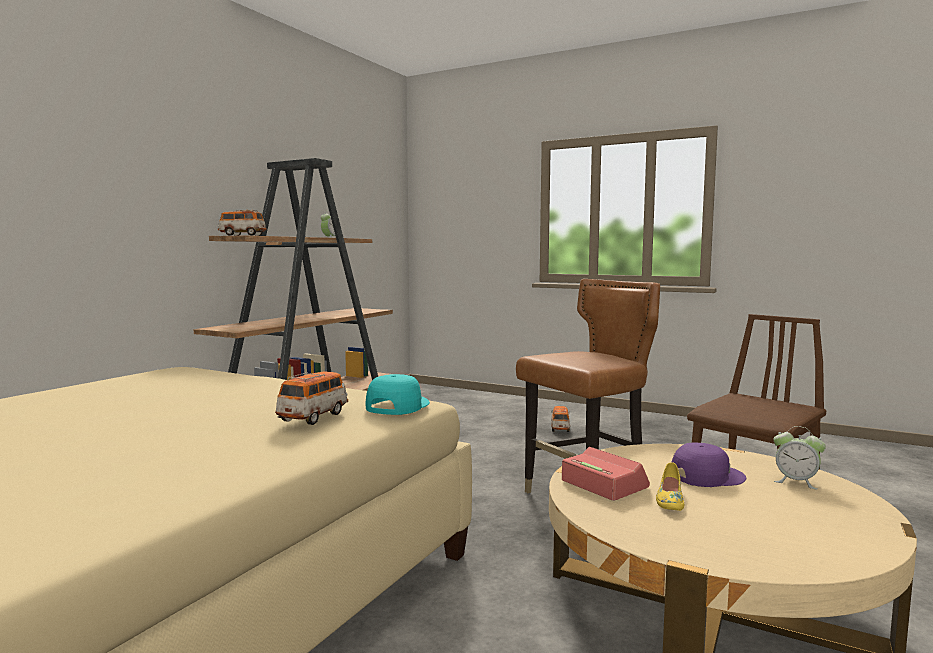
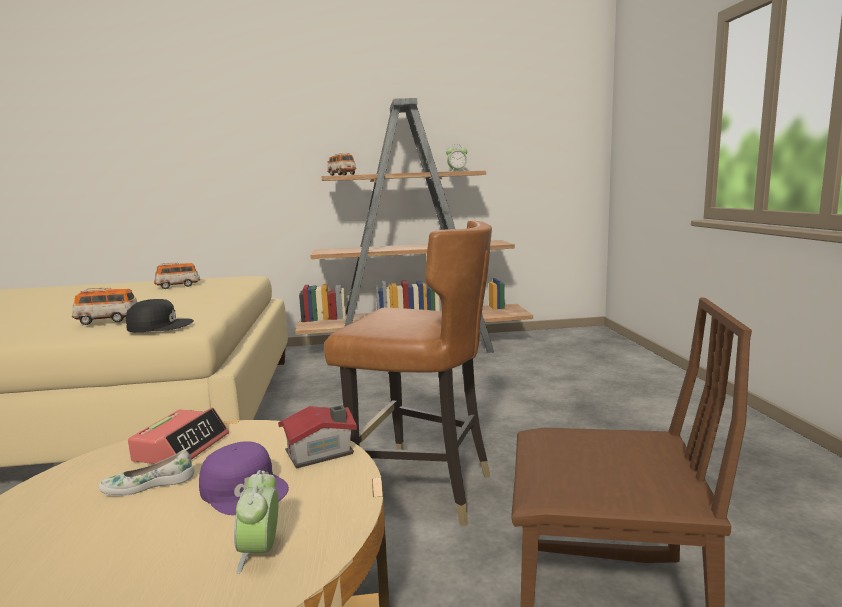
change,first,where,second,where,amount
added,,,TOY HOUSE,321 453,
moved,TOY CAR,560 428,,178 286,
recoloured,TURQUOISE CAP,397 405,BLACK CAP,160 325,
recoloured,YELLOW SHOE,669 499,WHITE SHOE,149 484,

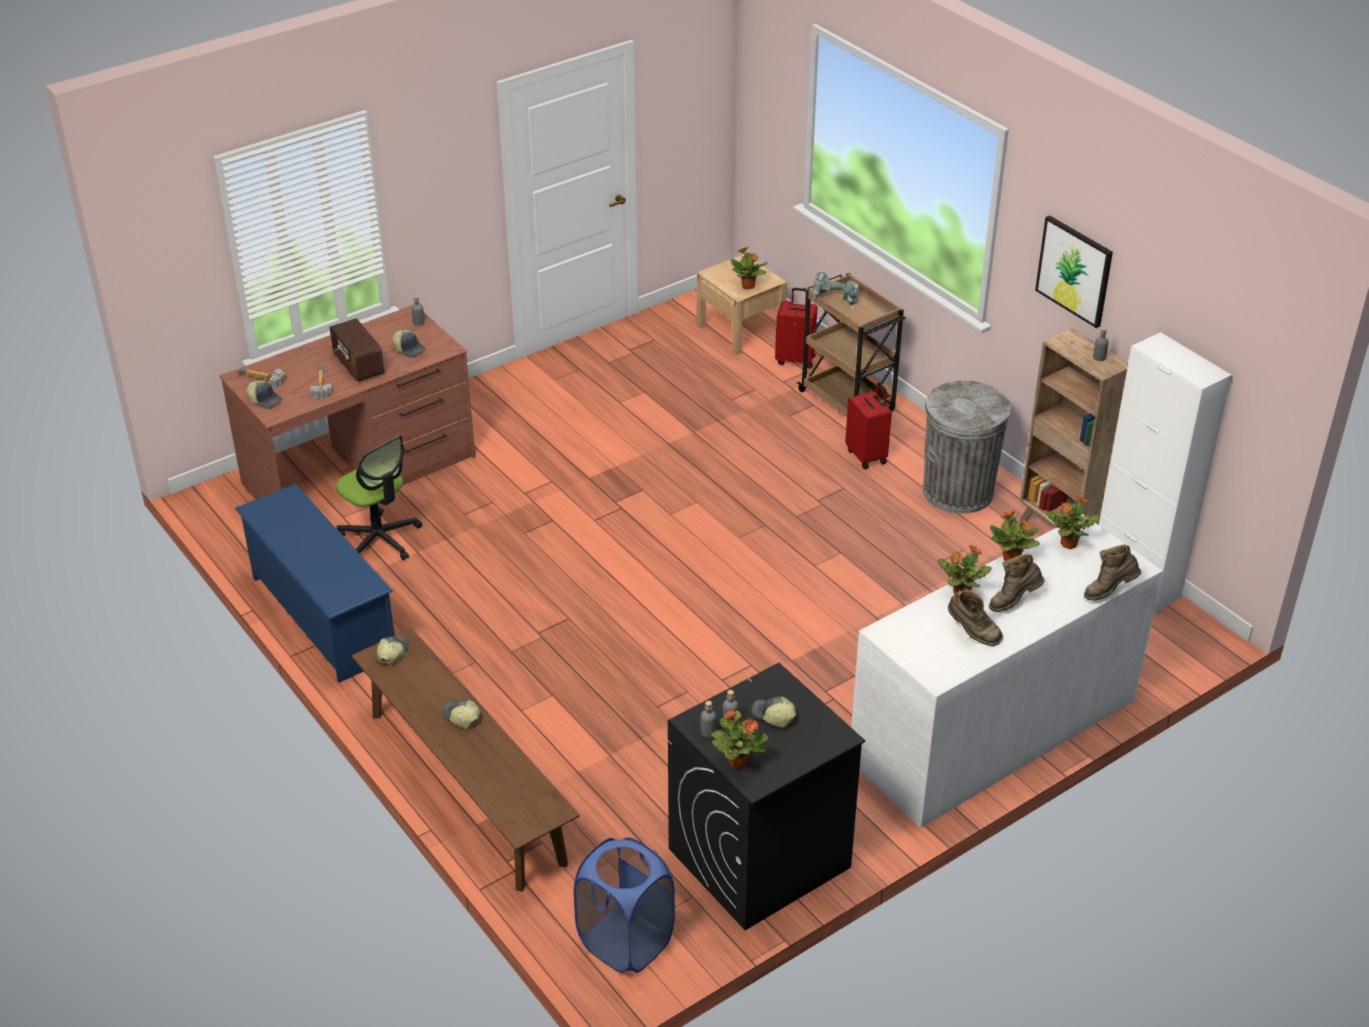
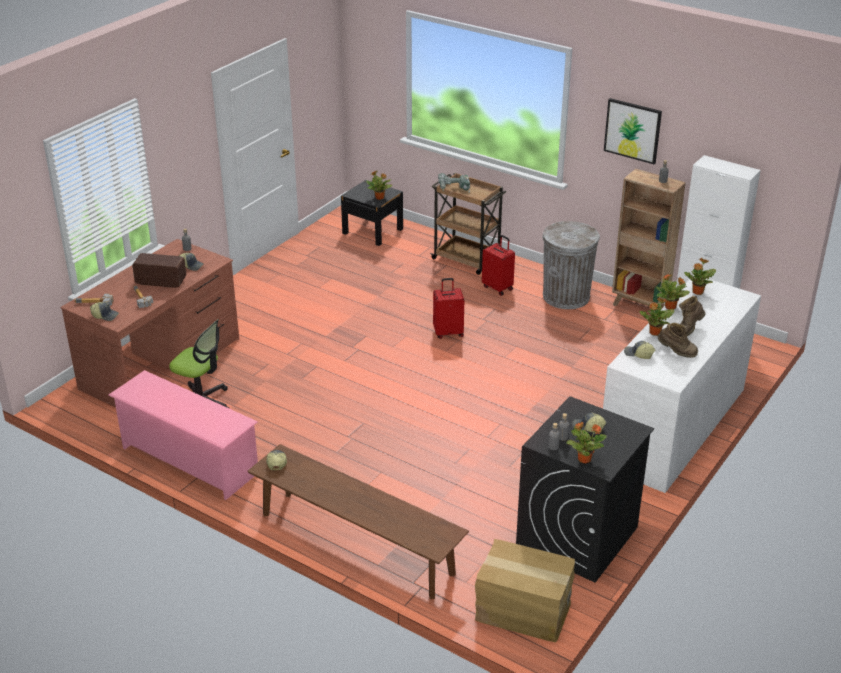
change,first,where,second,where,amount
removed,BROWN BOOT,1109 591,,,
moved,CAP,461 717,,638 354,
moved,RED SUITCASE,795 359,,448 332,
replaced,BLUE LAUNDRY BASKET,625 942,CARDBOARD BOX,522 611,
recoloured,BLUE SHOE RACK,322 617,PINK SHOE RACK,189 461,
recoloured,BEIGE NIGHTSTAND,740 330,BLACK NIGHTSTAND,372 231,
turned,RADIO,359 365,,161 281,150 degrees clockwise

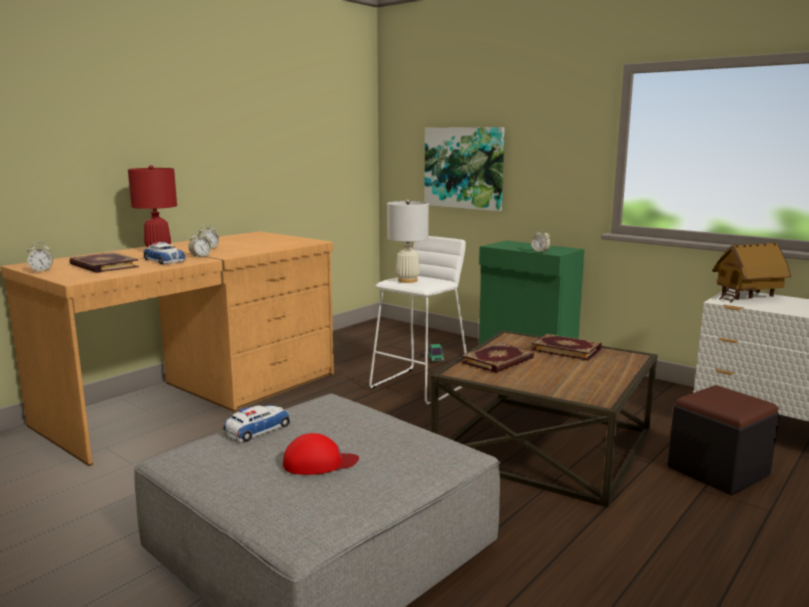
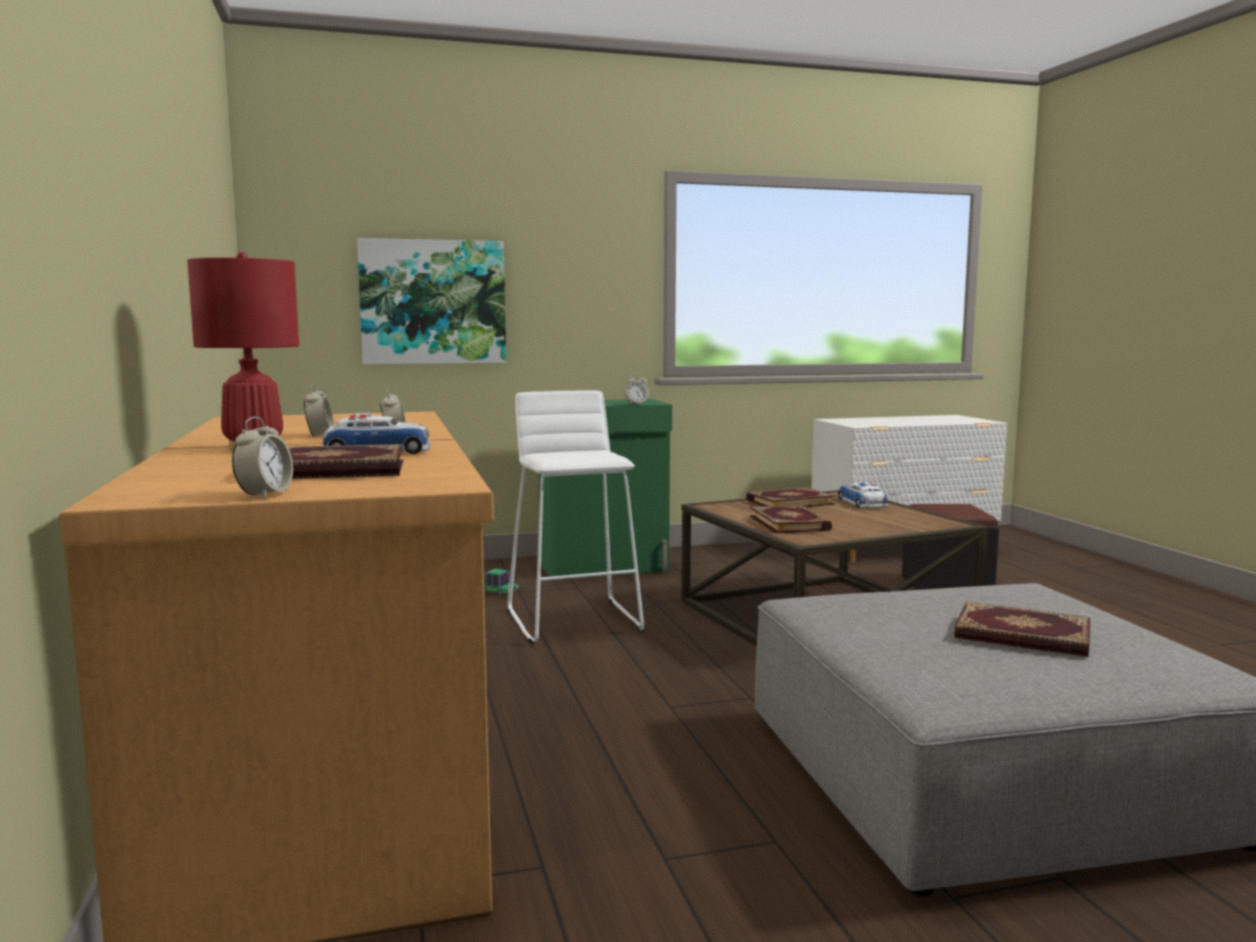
change,first,where,second,where,amount
removed,WHITE TABLE LAMP,407 280,,,
removed,TOY HOUSE,747 297,,,
moved,TOY CAR,257 429,,862 503,
replaced,RED CAP,319 463,BOOK,1022 636,

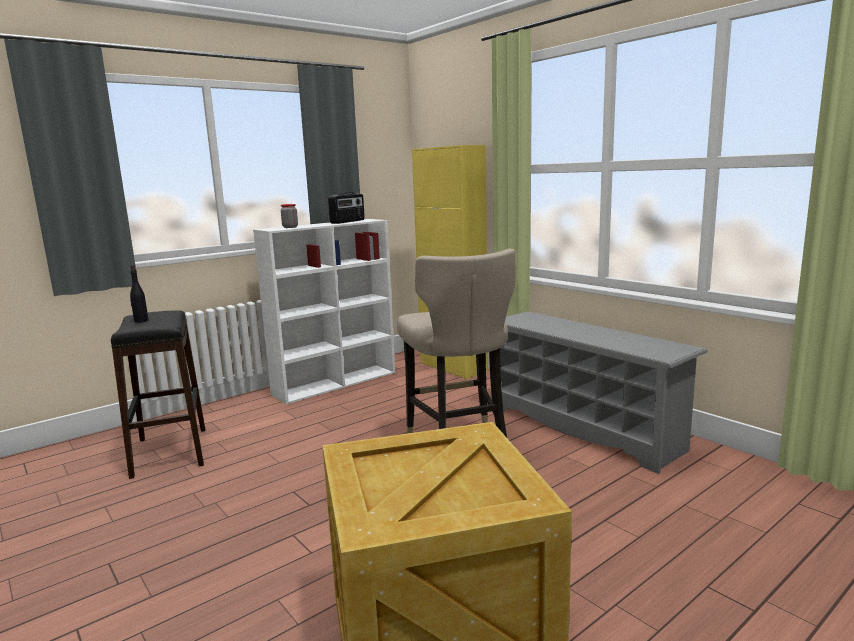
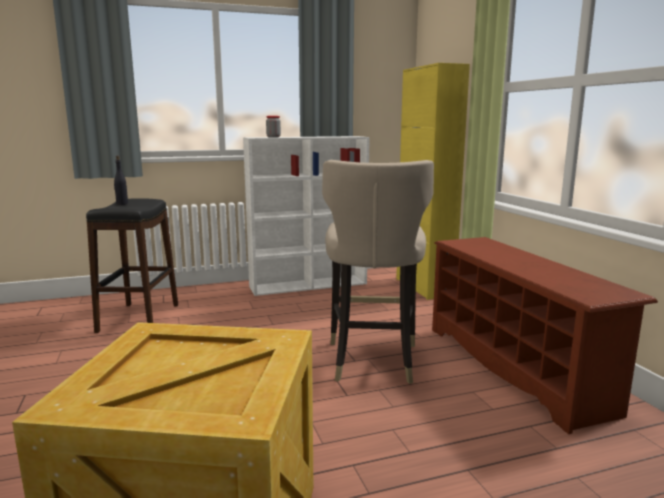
change,first,where,second,where,amount
removed,RADIO,348 221,,,
recoloured,GREY SHOE RACK,584 427,BROWN SHOE RACK,516 367,

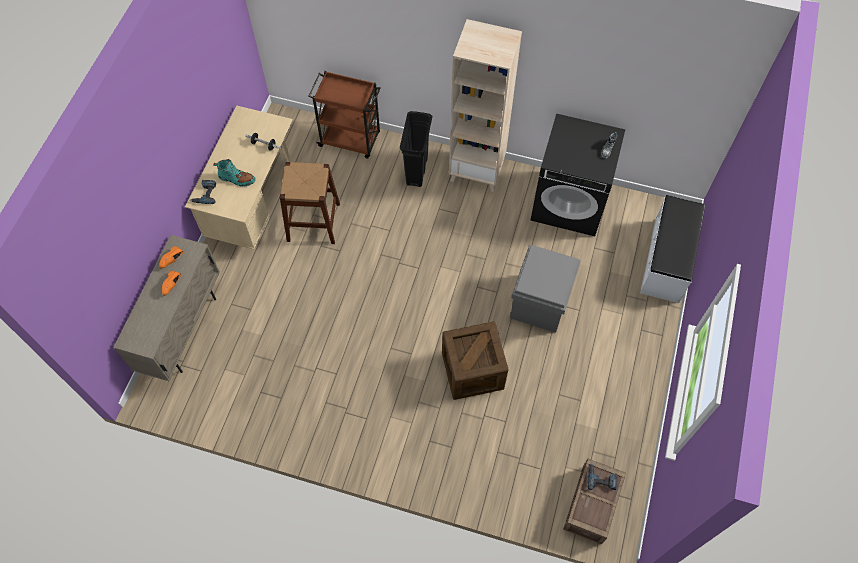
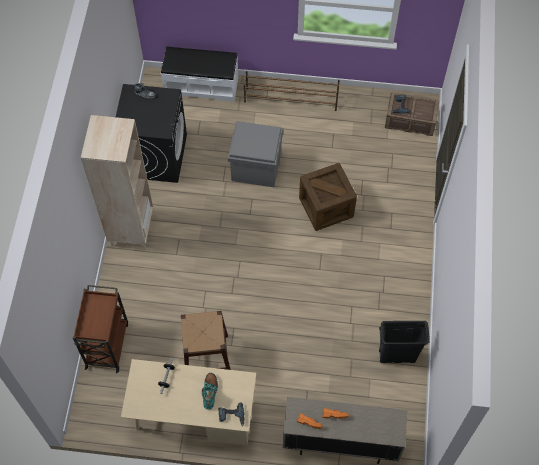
change,first,where,second,where,amount
added,,,BROWN SHOE RACK,291 99,
moved,BLACK TRASH CAN,417 171,,397 356,

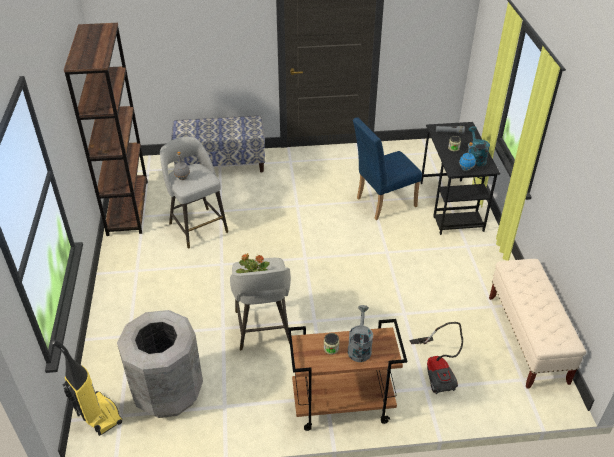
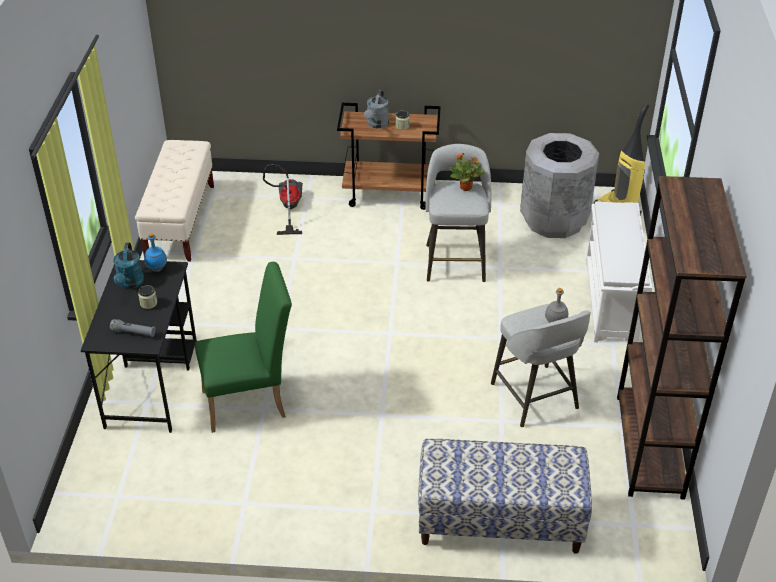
change,first,where,second,where,amount
added,,,WHITE SHOE RACK,611 301,
recoloured,BLUE CHAIR,382 203,GREEN CHAIR,251 402,

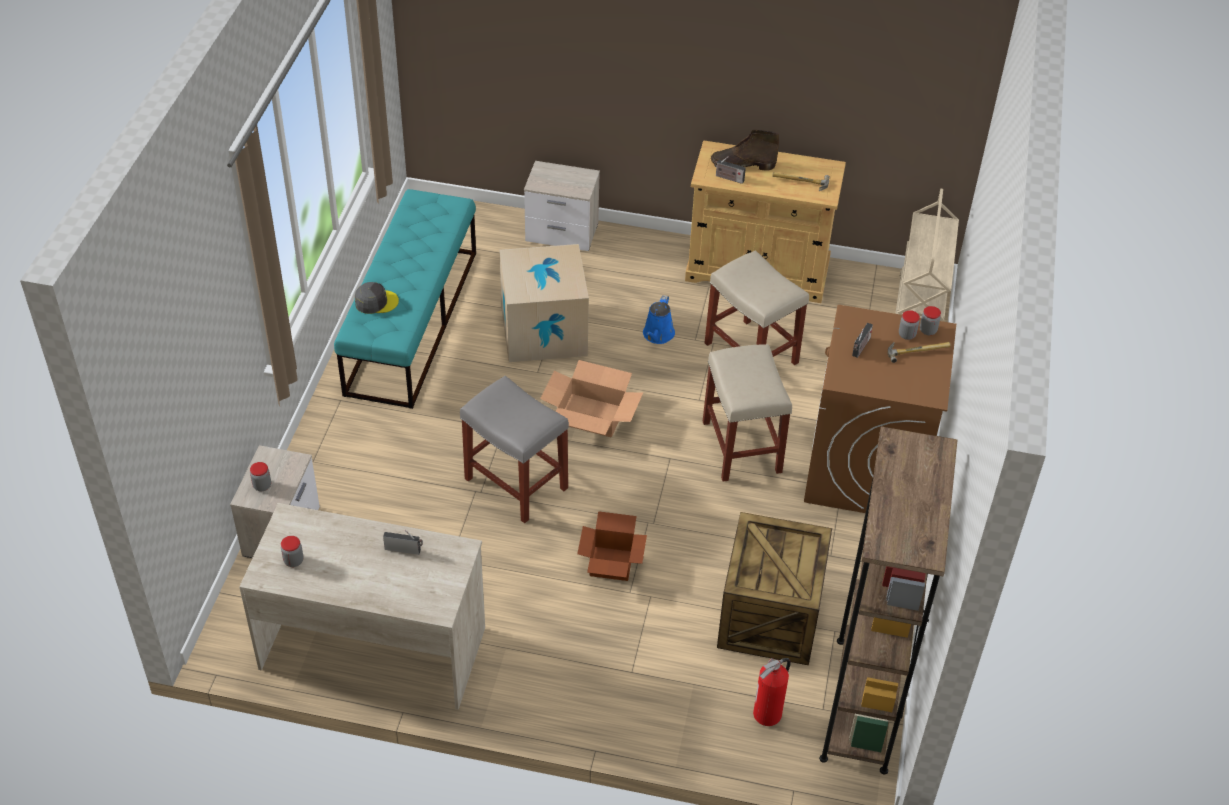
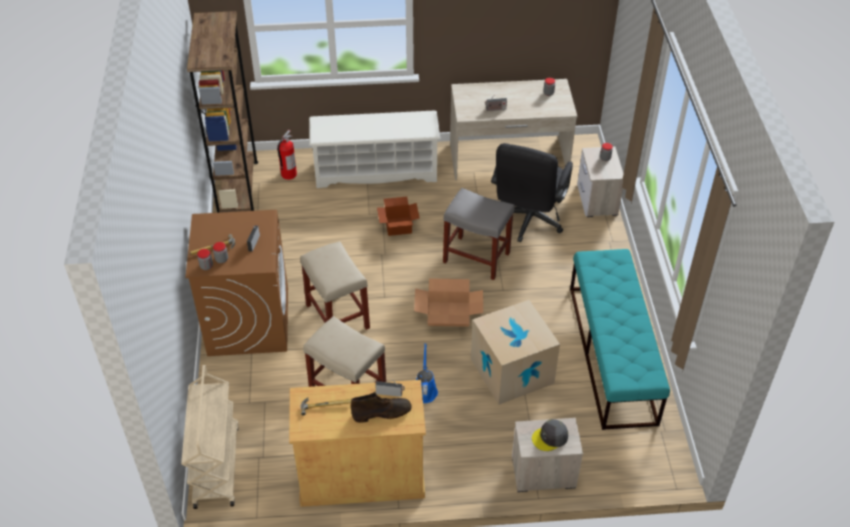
change,first,where,second,where,amount
removed,CRATE,771 616,,,
added,,,WHITE SHOE RACK,376 171,
added,,,BLACK OFFICE CHAIR,527 221,
moved,GREY CAP,376 302,,550 437,

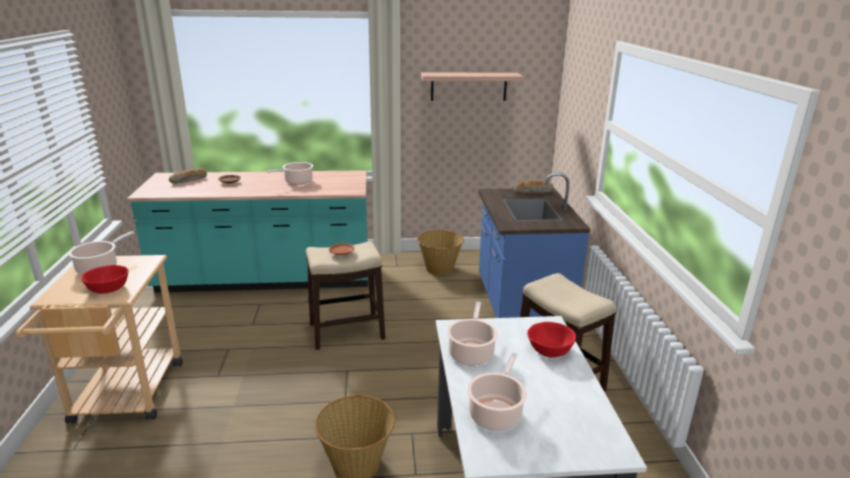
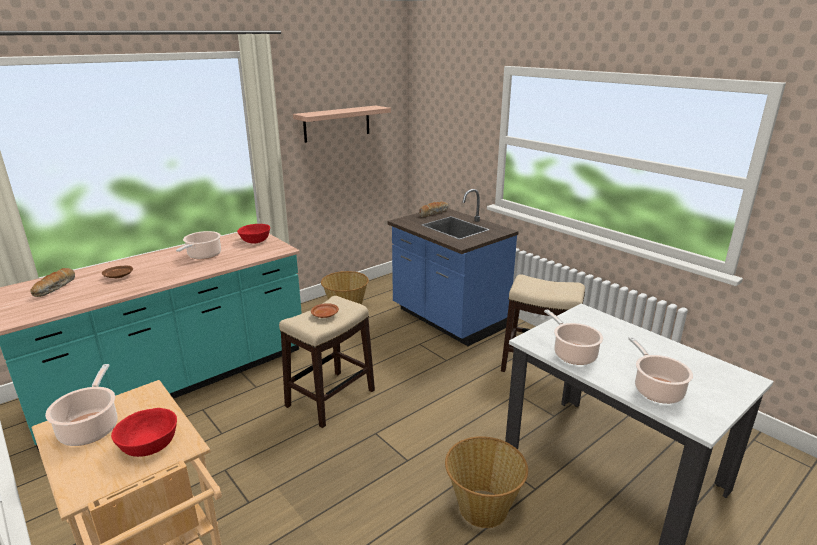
change,first,where,second,where,amount
moved,RED BOWL,549 350,,255 241,

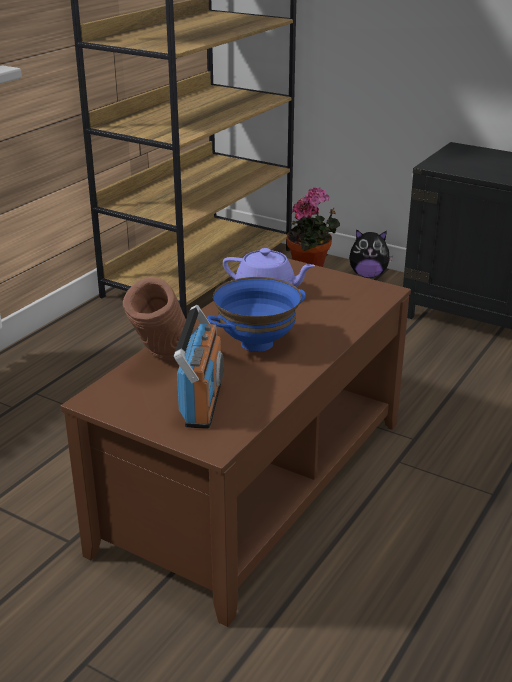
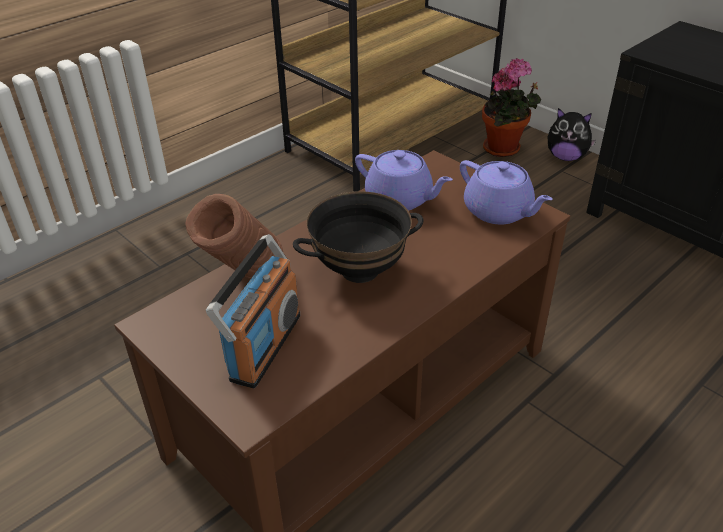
change,first,where,second,where,amount
added,,,PURPLE TEAPOT,499 211,
recoloured,BLUE BOWL,256 343,BLACK BOWL,360 270,

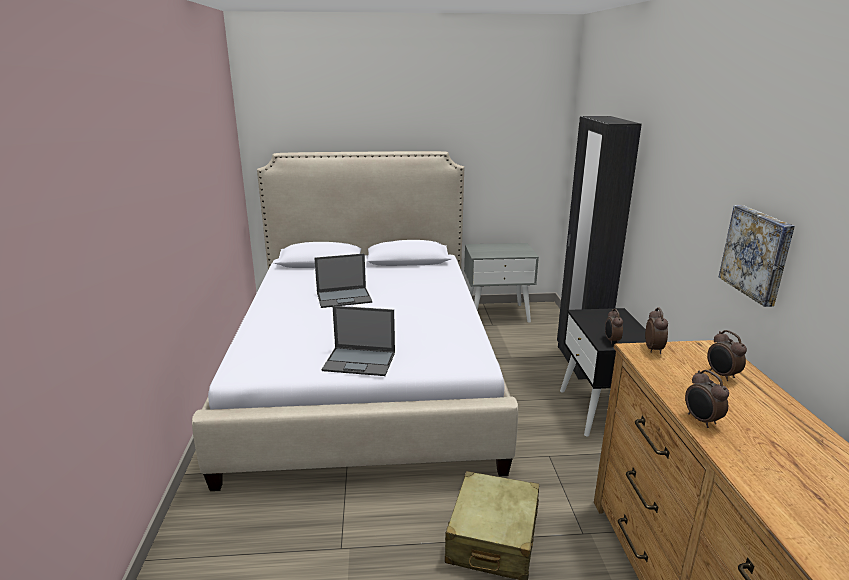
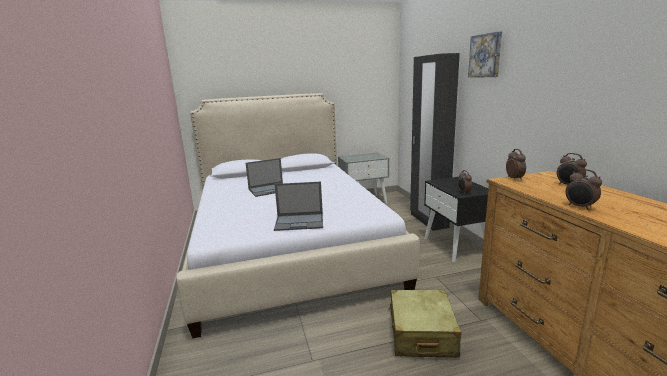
change,first,where,second,where,amount
moved,PICTURE,757 253,,486 55,

